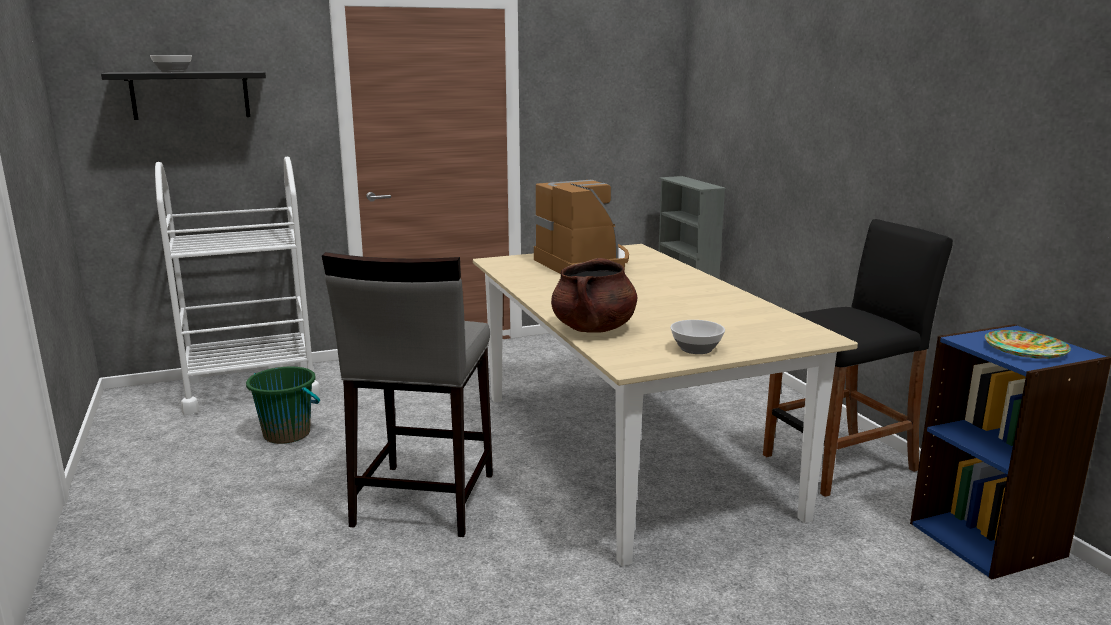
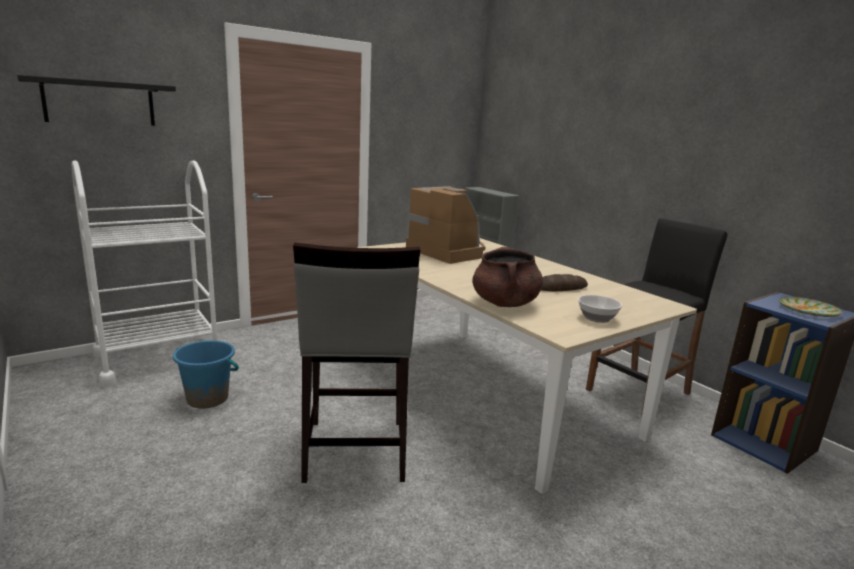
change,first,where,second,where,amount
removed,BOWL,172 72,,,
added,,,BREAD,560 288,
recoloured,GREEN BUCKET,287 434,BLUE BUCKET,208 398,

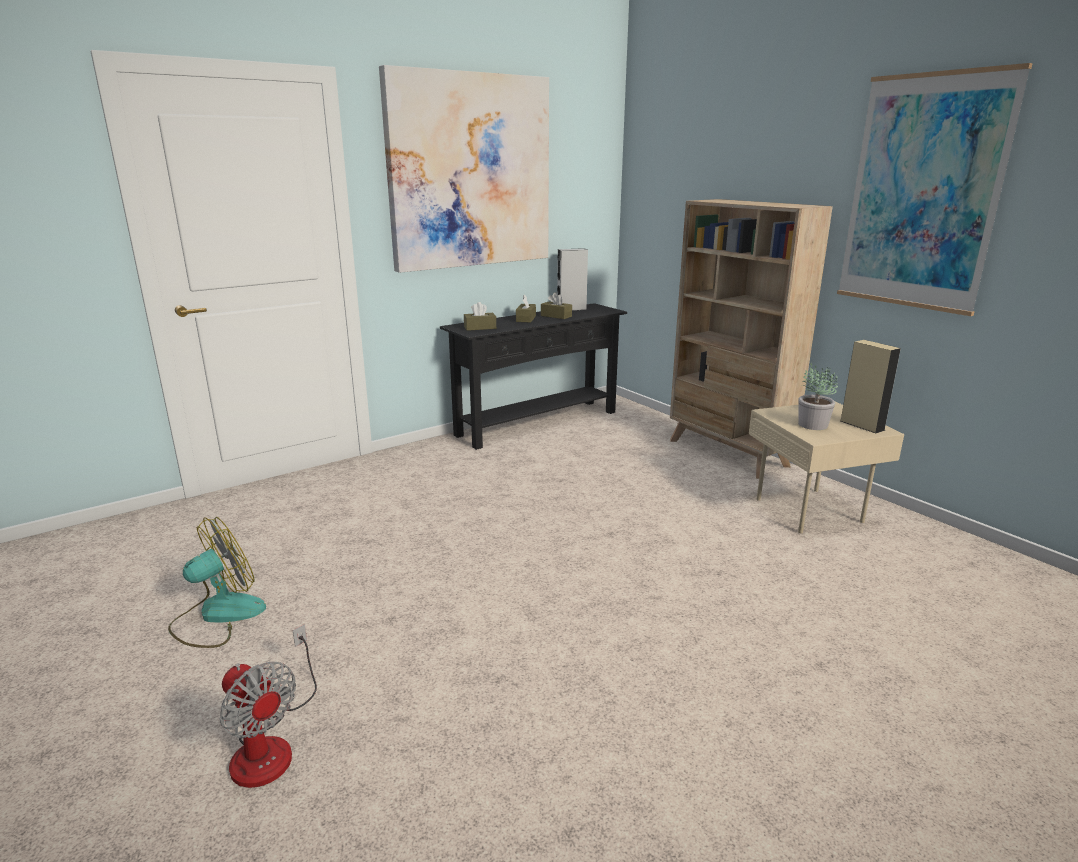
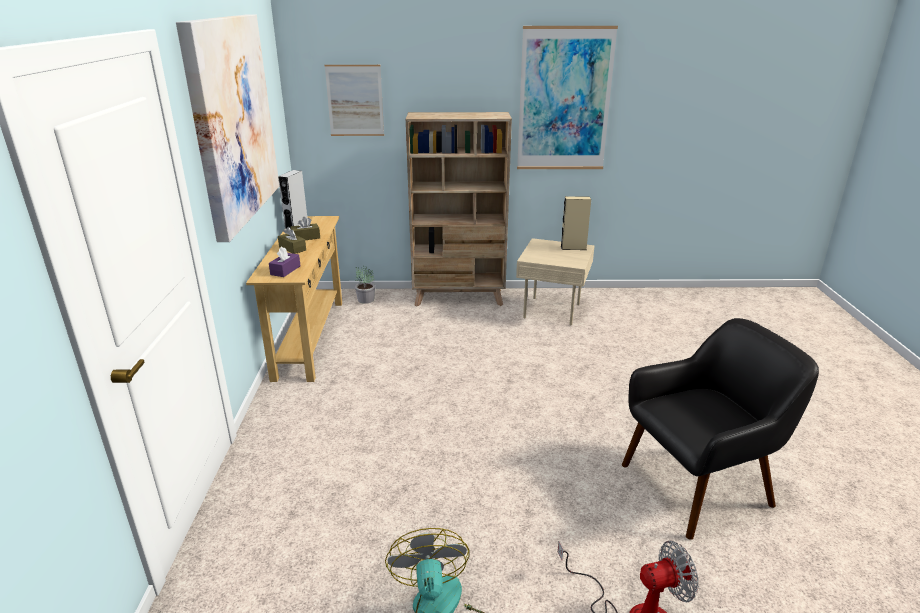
change,first,where,second,where,amount
added,,,PICTURE,355 100,
added,,,BLACK ARMCHAIR,698 486,
moved,POTTED PLANT,812 425,,365 300,
recoloured,BLACK CONSOLE TABLE,537 423,BEIGE CONSOLE TABLE,309 338,
recoloured,BROWN TISSUE BOX,480 328,PURPLE TISSUE BOX,285 270,

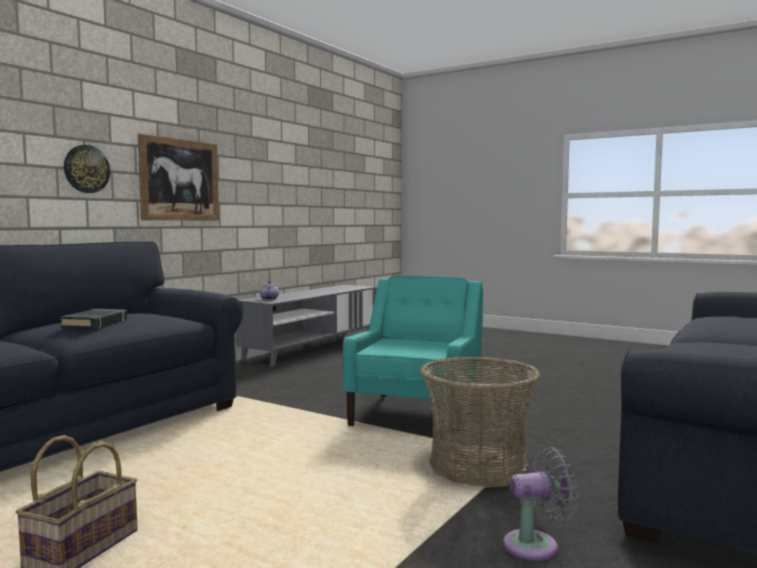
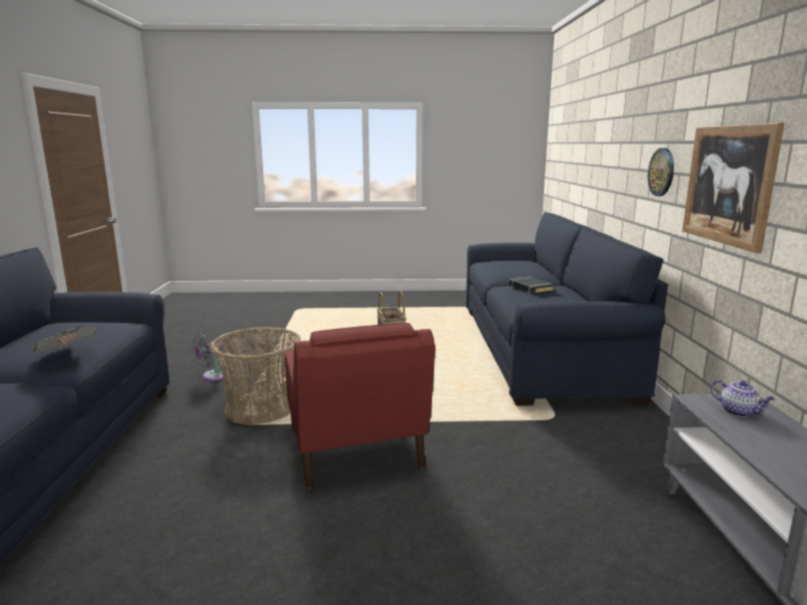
change,first,where,second,where,amount
added,,,NEWSPAPER,67 355,
recoloured,TURQUOISE ARMCHAIR,416 414,RED ARMCHAIR,354 450,

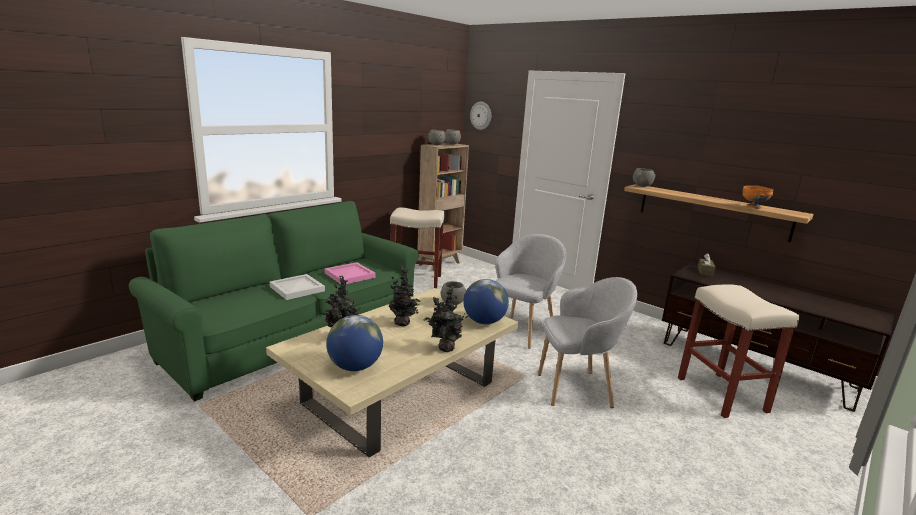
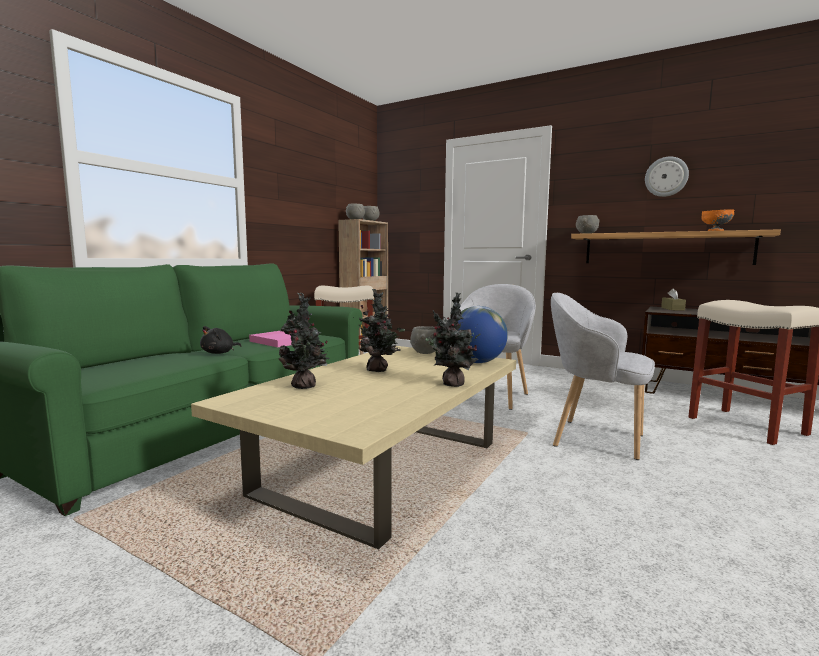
change,first,where,second,where,amount
removed,GLOBE,355 367,,,
moved,WALL CLOCK,481 115,,666 177,
replaced,WHITE TRAY,298 289,BLACK PLUSH TOY,219 353,
turned,GREY ARMCHAIR,577 389,,594 438,135 degrees counterclockwise

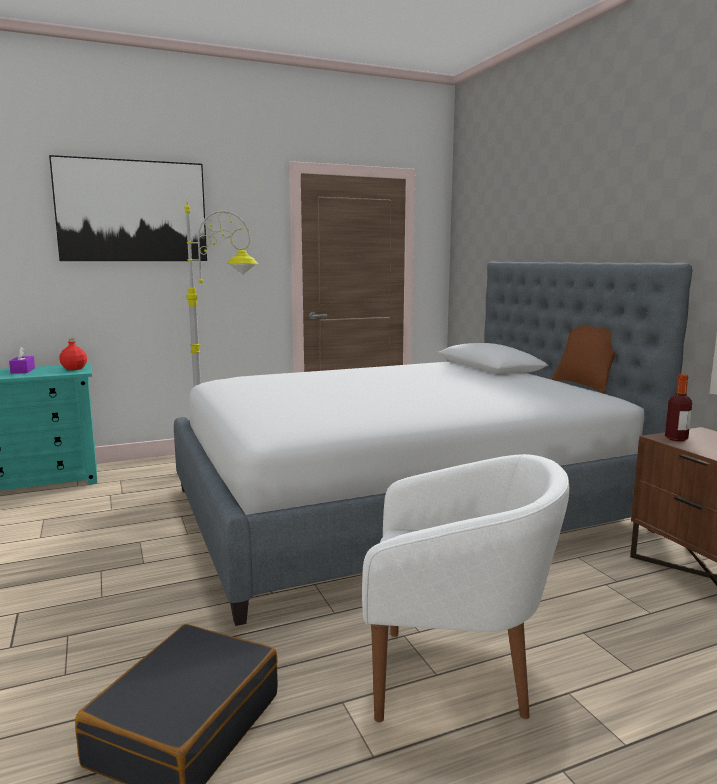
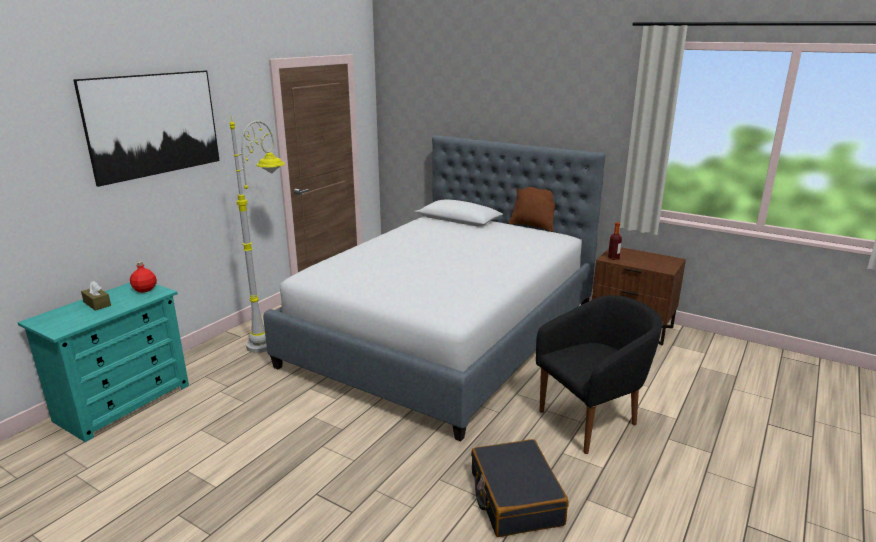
change,first,where,second,where,amount
recoloured,PURPLE TISSUE BOX,23 370,BROWN TISSUE BOX,97 304,
recoloured,WHITE ARMCHAIR,455 679,BLACK ARMCHAIR,592 420,

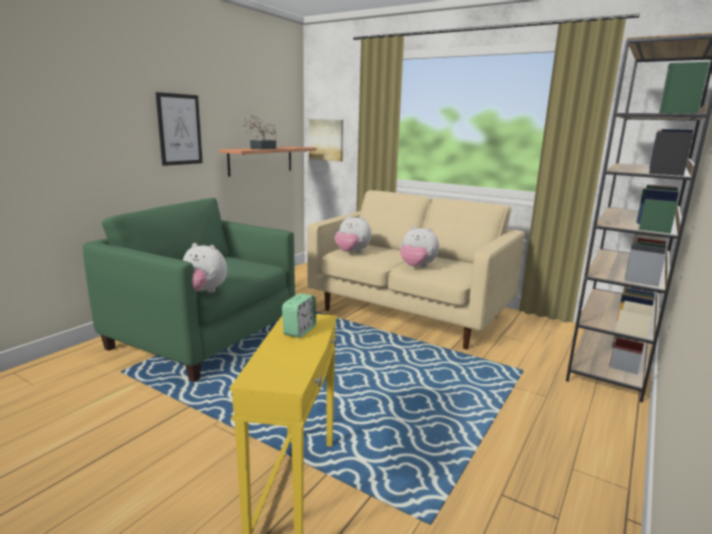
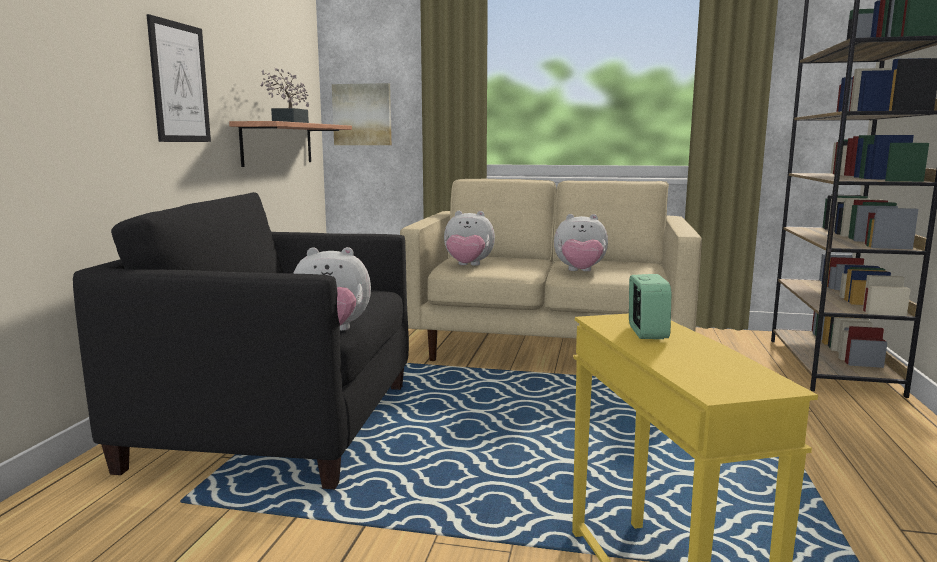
change,first,where,second,where,amount
recoloured,GREEN ARMCHAIR,204 337,BLACK ARMCHAIR,279 424,

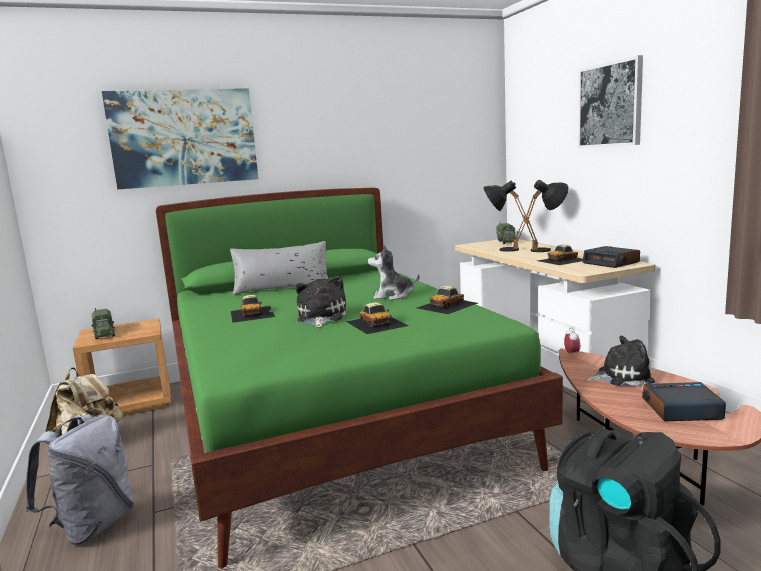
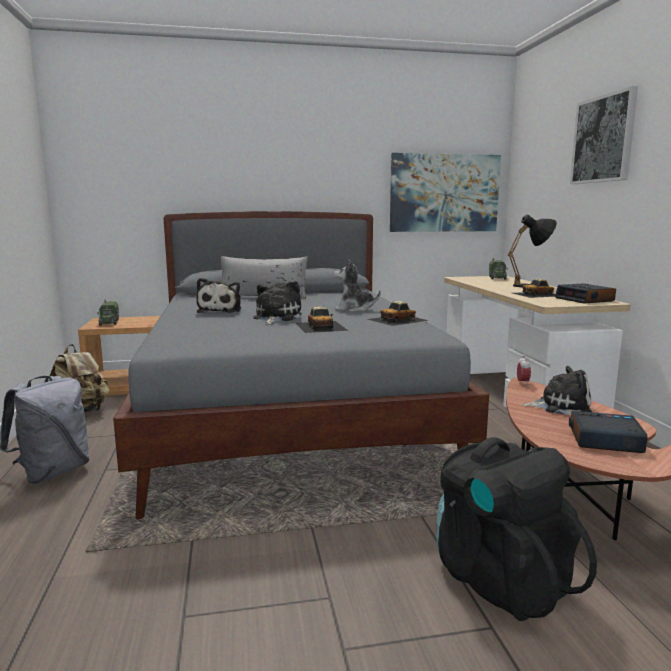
change,first,where,second,where,amount
removed,BLACK TABLE LAMP,502 249,,,
moved,PICTURE,184 138,,444 193,
replaced,TOY CAR,252 313,PLUSH TOY,221 311,
recoloured,GREEN BED,331 417,GREY BED,289 418,

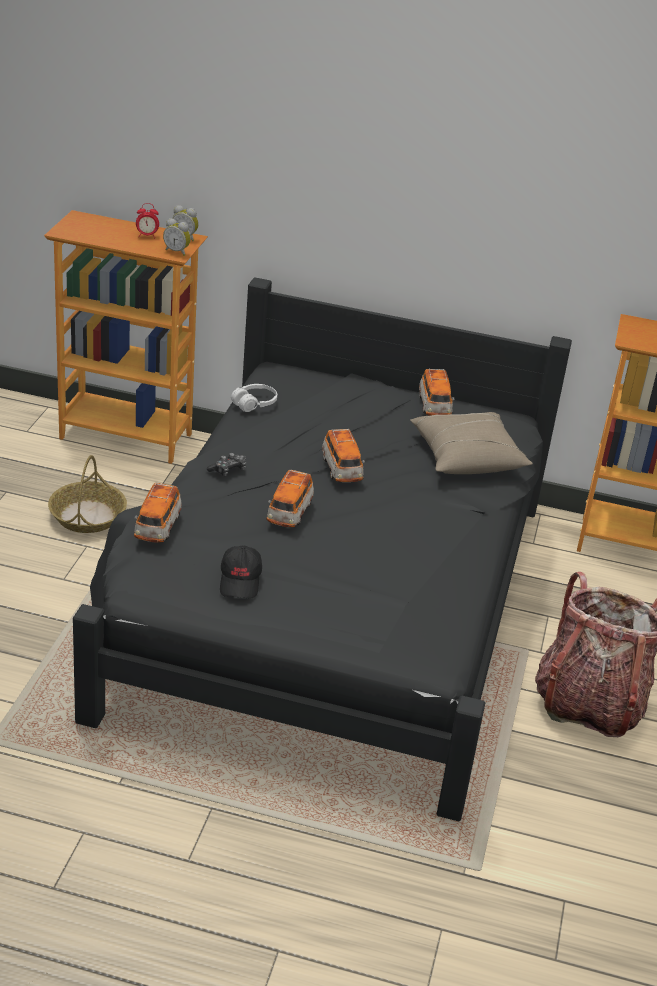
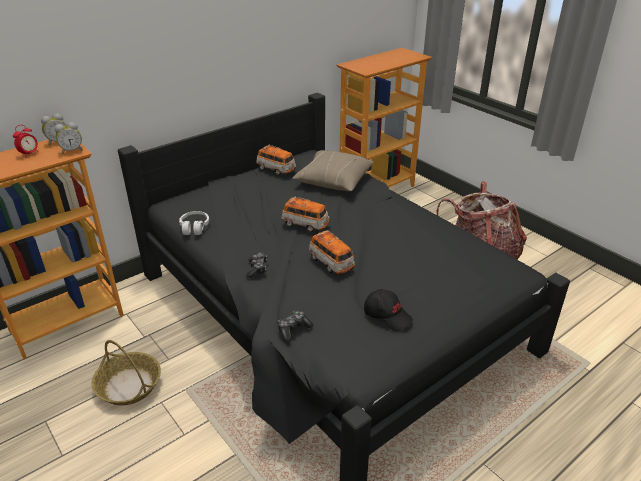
change,first,where,second,where,amount
replaced,TOY CAR,157 527,GAME CONTROLLER,293 329,

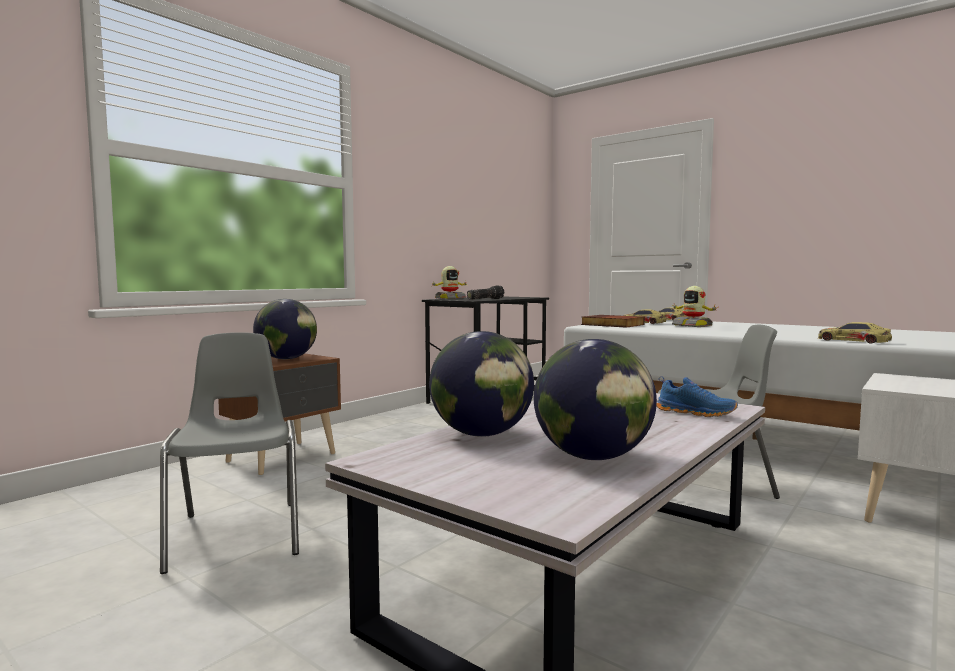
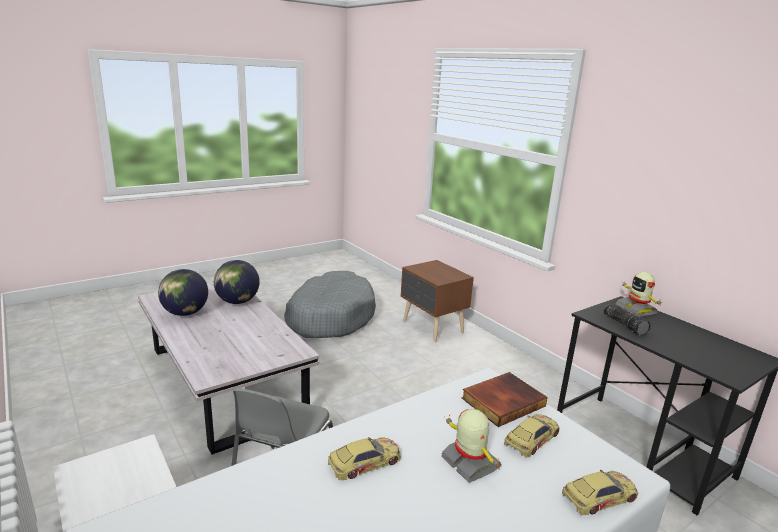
change,first,where,second,where,amount
removed,GLOBE,287 359,,,
removed,BLUE SHOE,696 413,,,
moved,TOY CAR,853 341,,365 462,
replaced,GREY CHAIR,238 533,GREY DOG BED,330 317,
turned,TOY ROBOT,692 326,,469 463,75 degrees clockwise

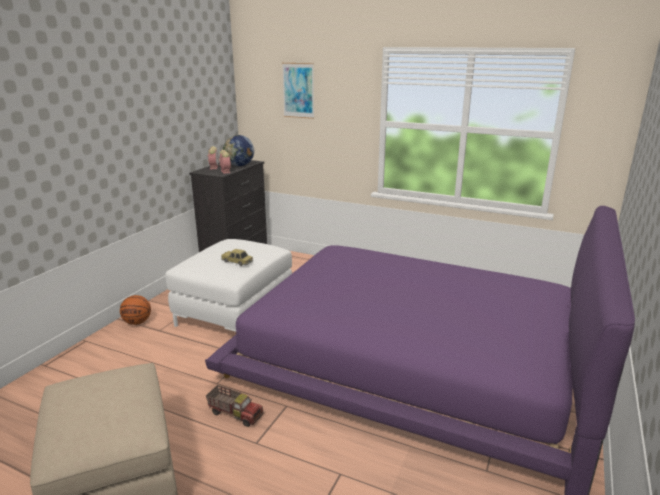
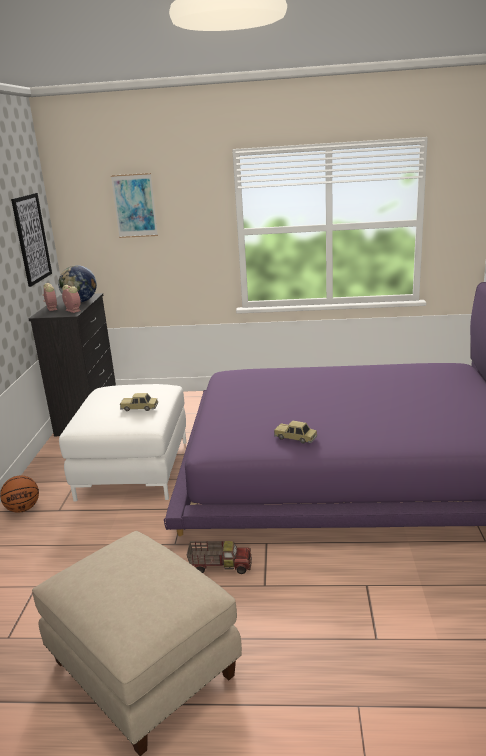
change,first,where,second,where,amount
added,,,PICTURE,31 239,
added,,,TOY CAR,295 438,

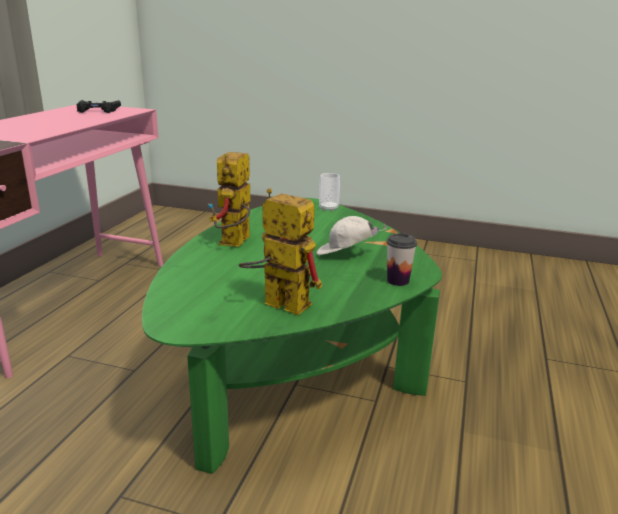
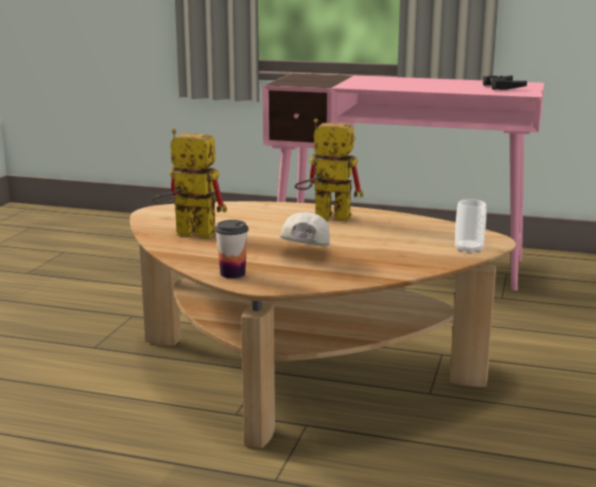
change,first,where,second,where,amount
recoloured,GREEN COFFEE TABLE,293 365,BROWN COFFEE TABLE,302 369,
turned,TOY ROBOT,277 303,,186 233,105 degrees counterclockwise

